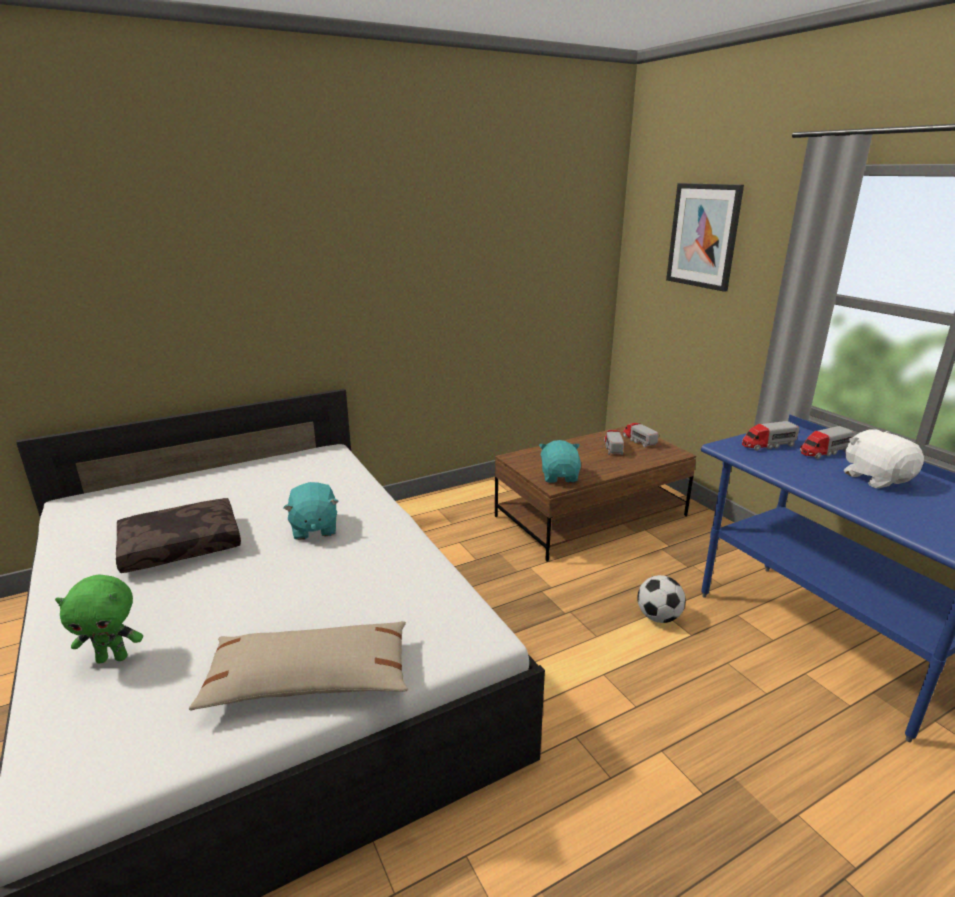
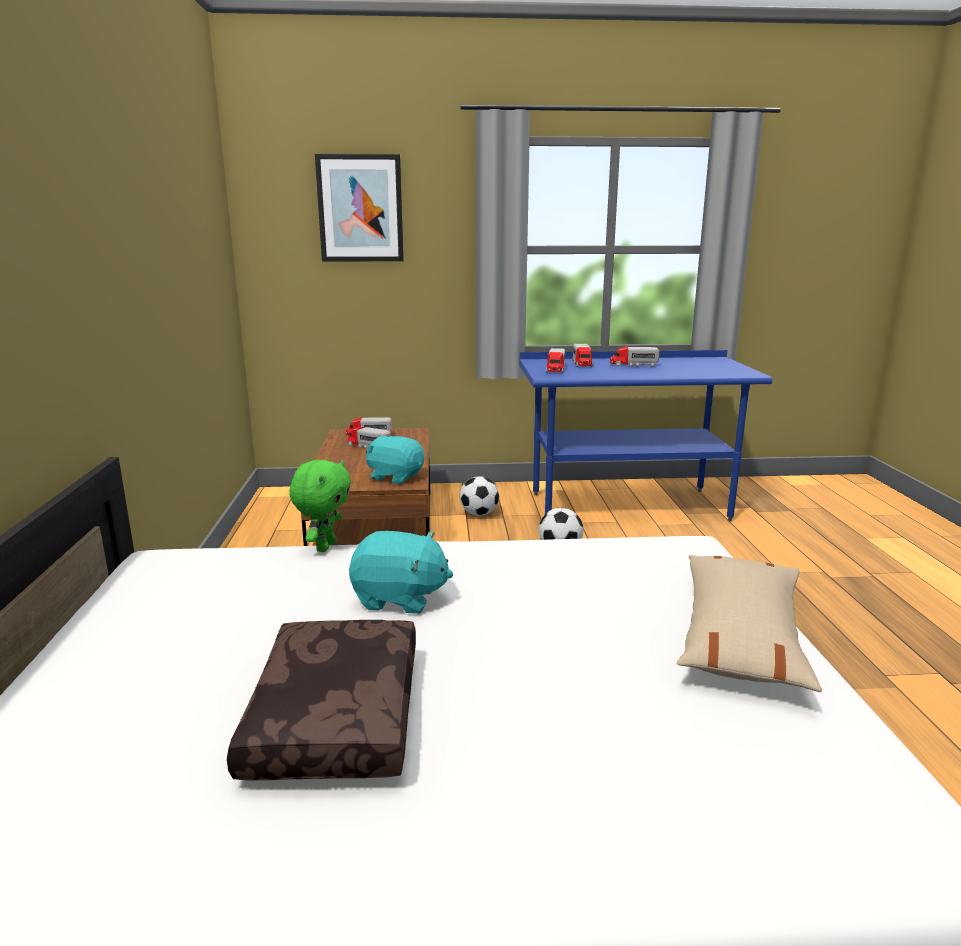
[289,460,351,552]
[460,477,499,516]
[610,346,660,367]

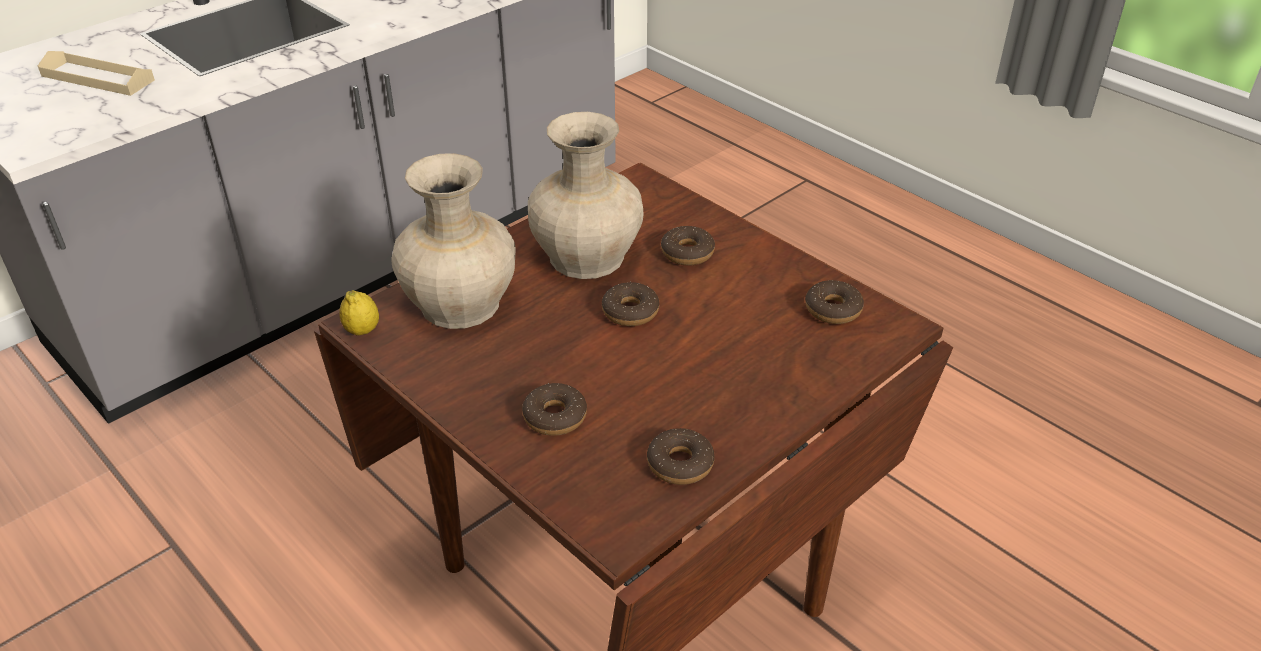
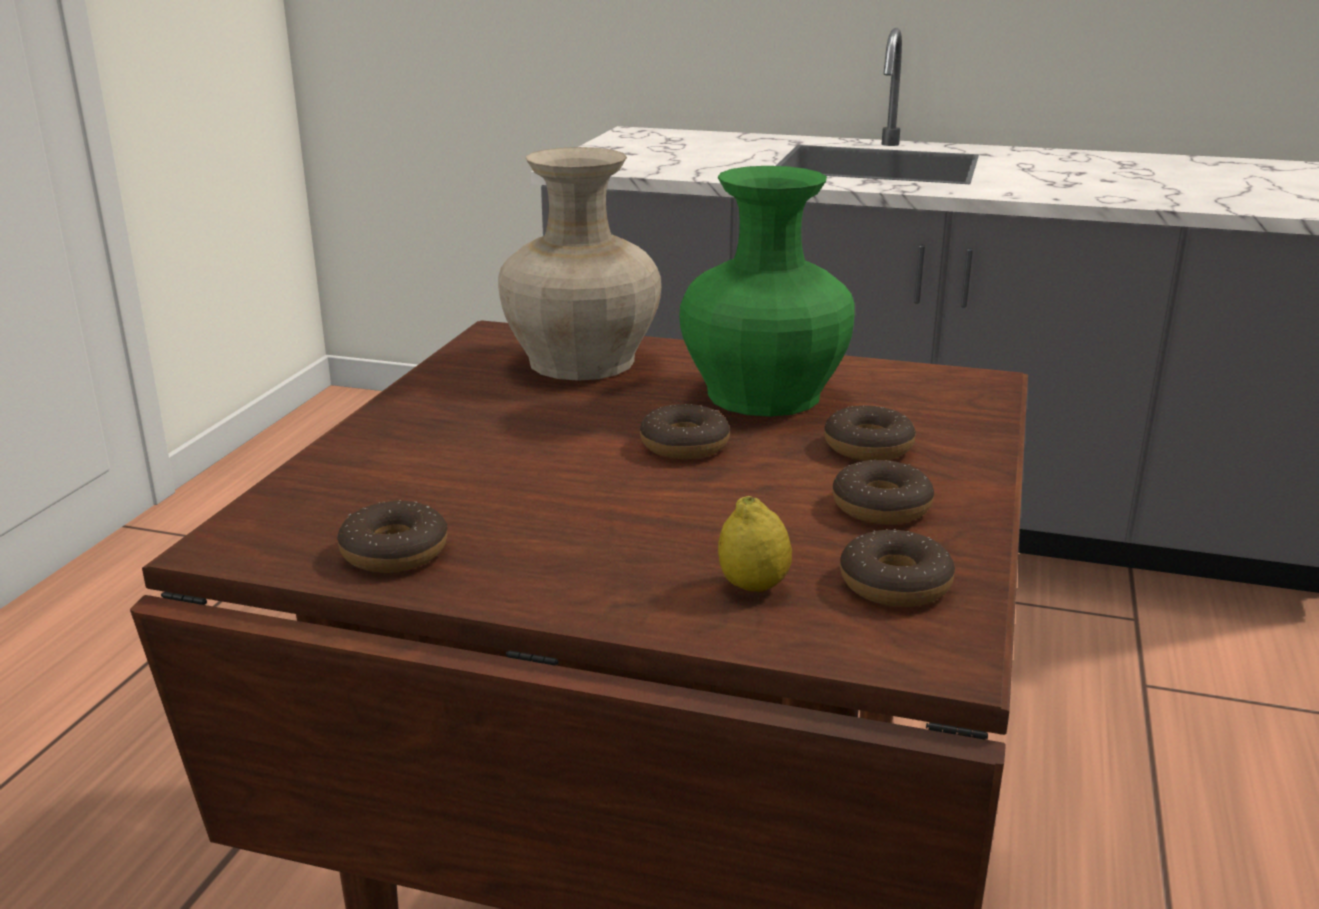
[679,166,855,417]
[718,496,792,592]
[833,460,934,525]
[38,51,155,96] (first image)

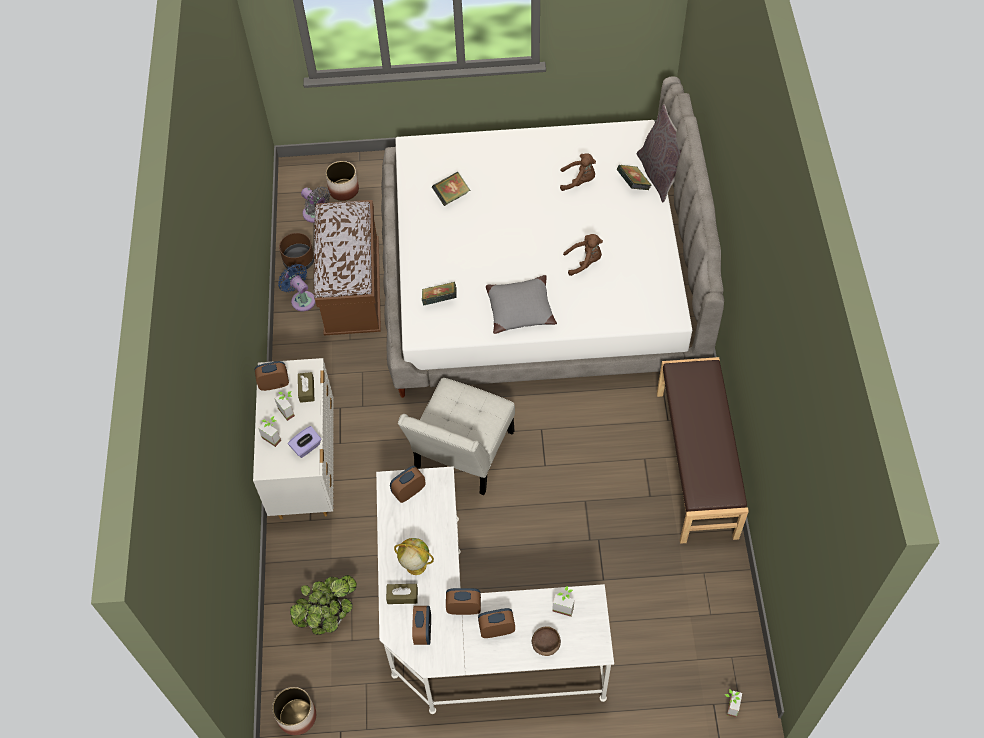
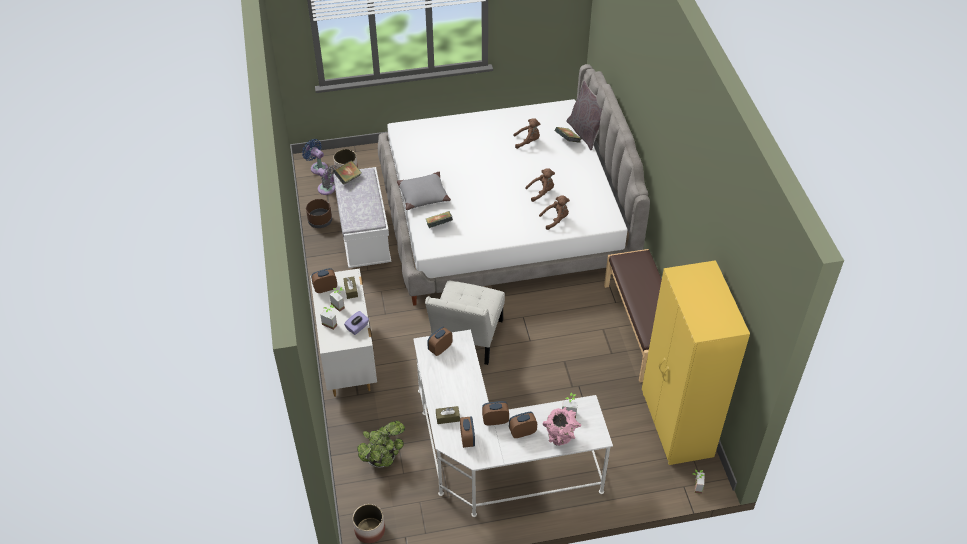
[302,139,328,174]
[333,160,362,185]
[333,167,392,268]
[397,172,451,210]
[539,195,570,230]
[543,407,581,446]
[642,260,750,465]
[394,538,434,575] (first image)

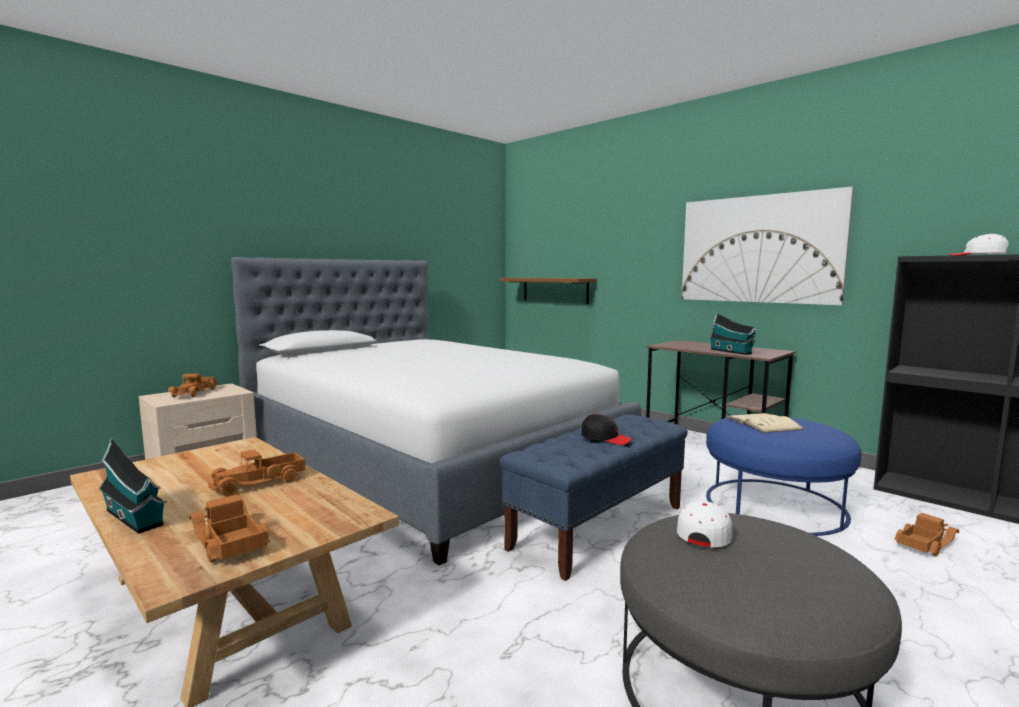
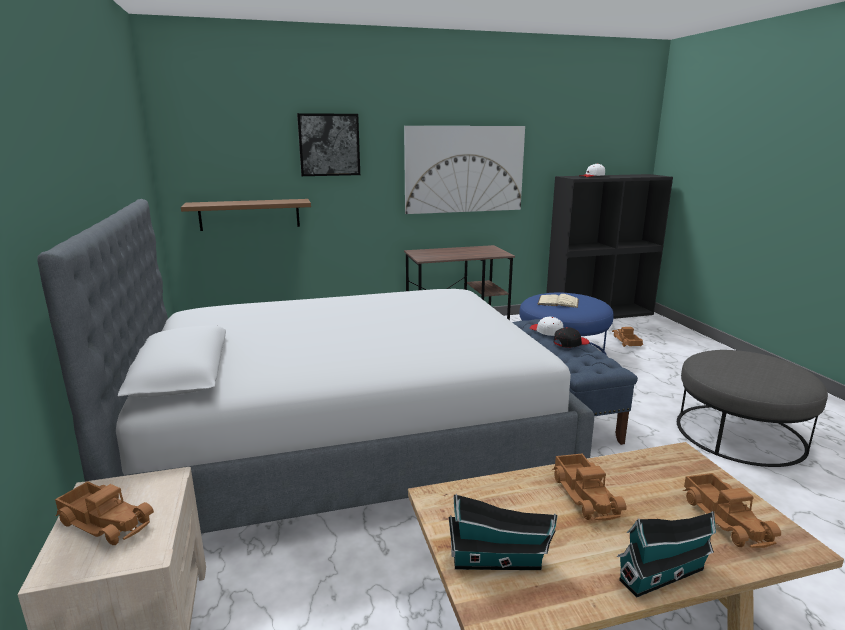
[297,113,360,176]
[449,494,558,570]
[530,317,563,336]
[683,473,781,548]

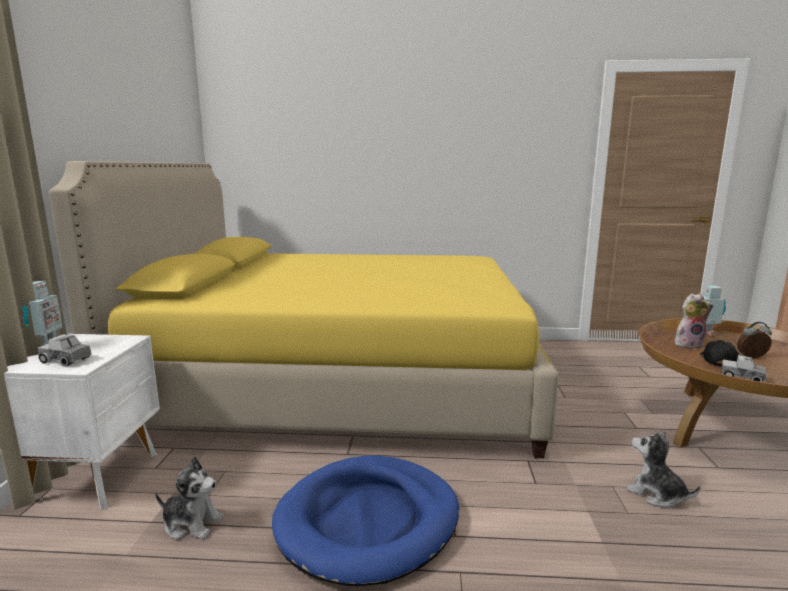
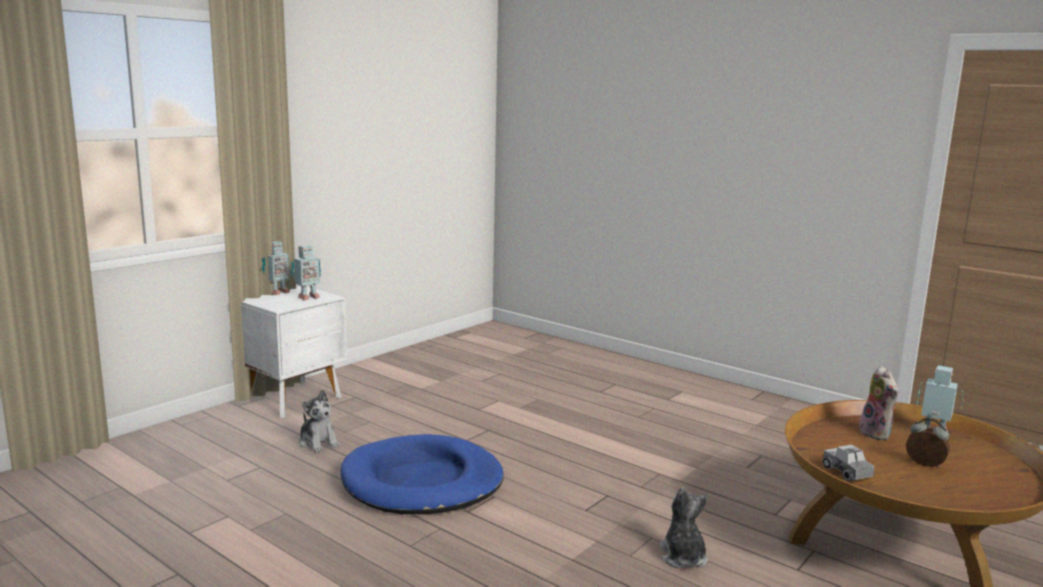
[291,245,321,300]
[859,366,898,440]
[38,334,92,367] (first image)
[49,161,559,458] (first image)
[700,340,739,366] (first image)

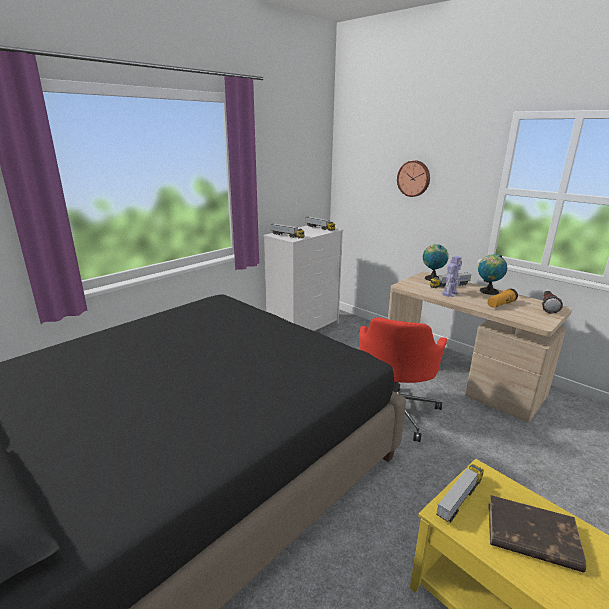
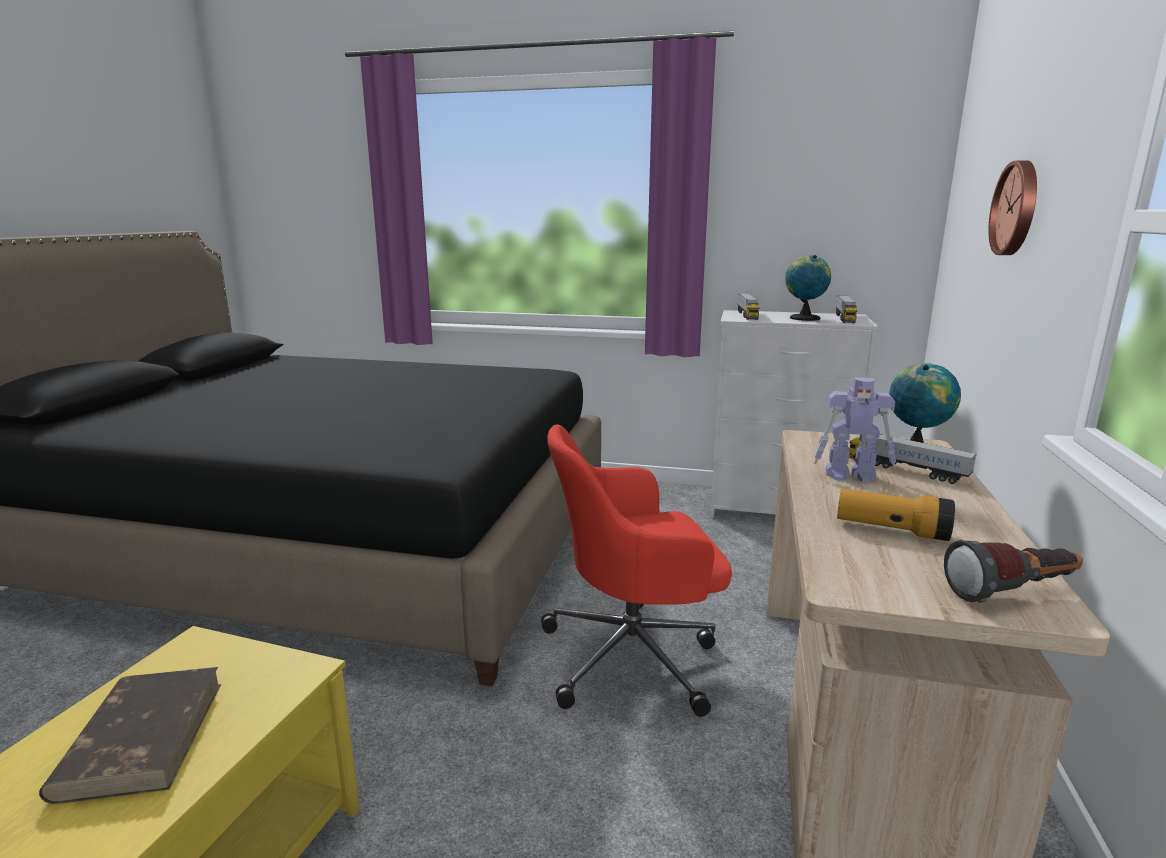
[785,255,831,321]
[436,464,484,522] (first image)

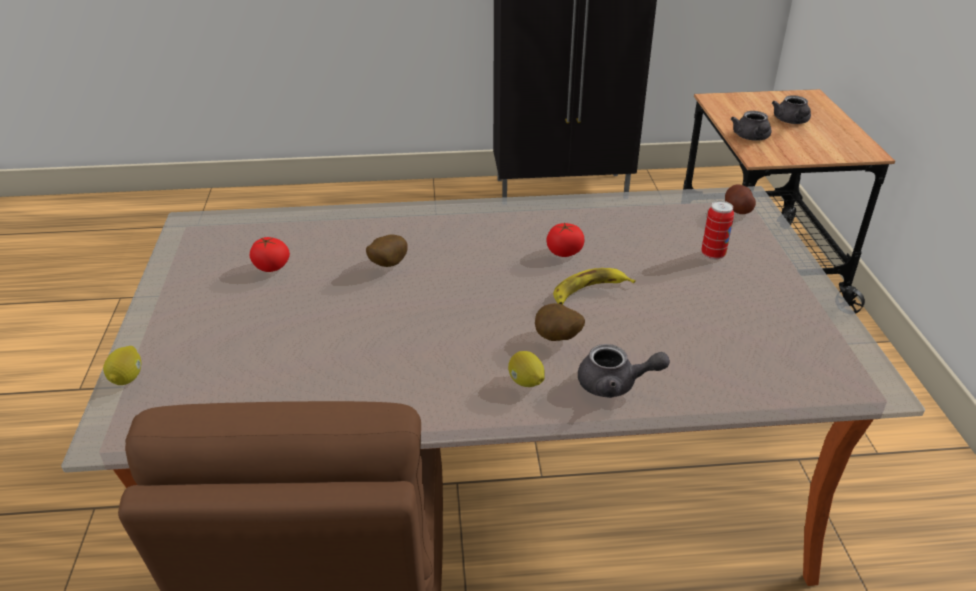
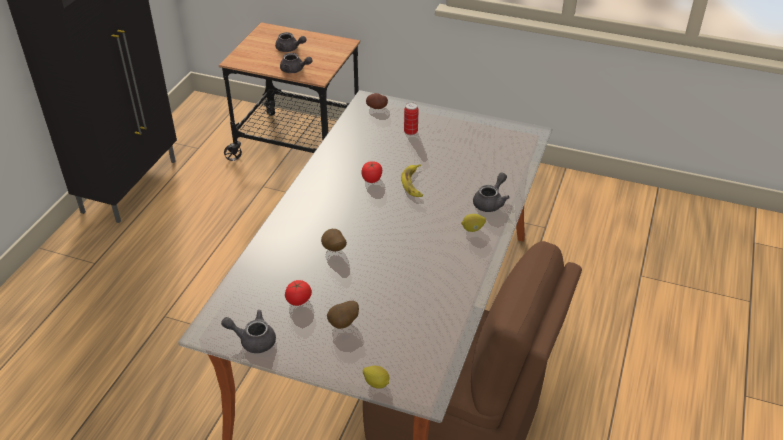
[221,310,276,353]
[327,301,359,329]

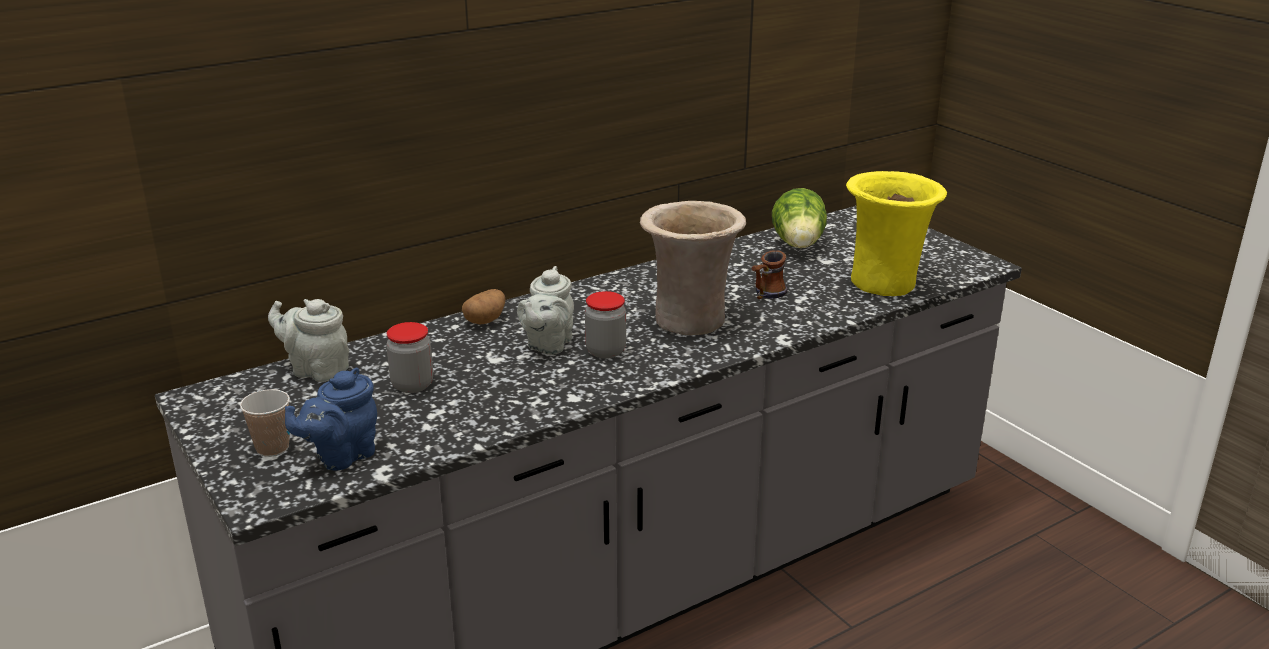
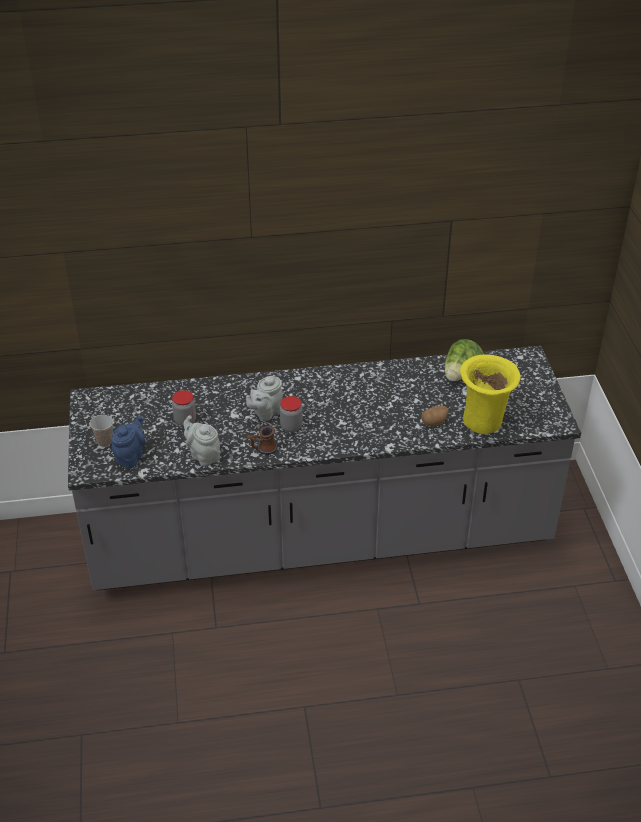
[111,415,145,468]
[183,415,221,466]
[246,426,277,455]
[421,406,449,426]
[640,201,746,335] (first image)

